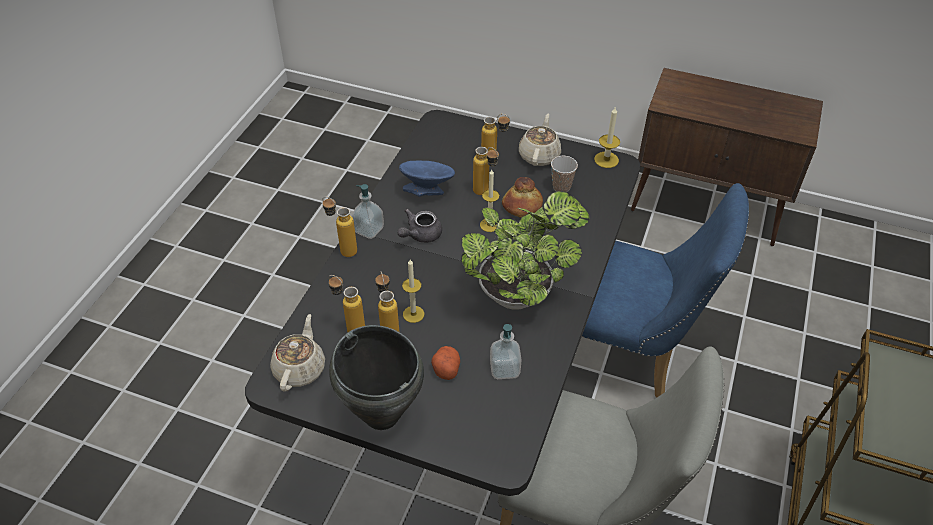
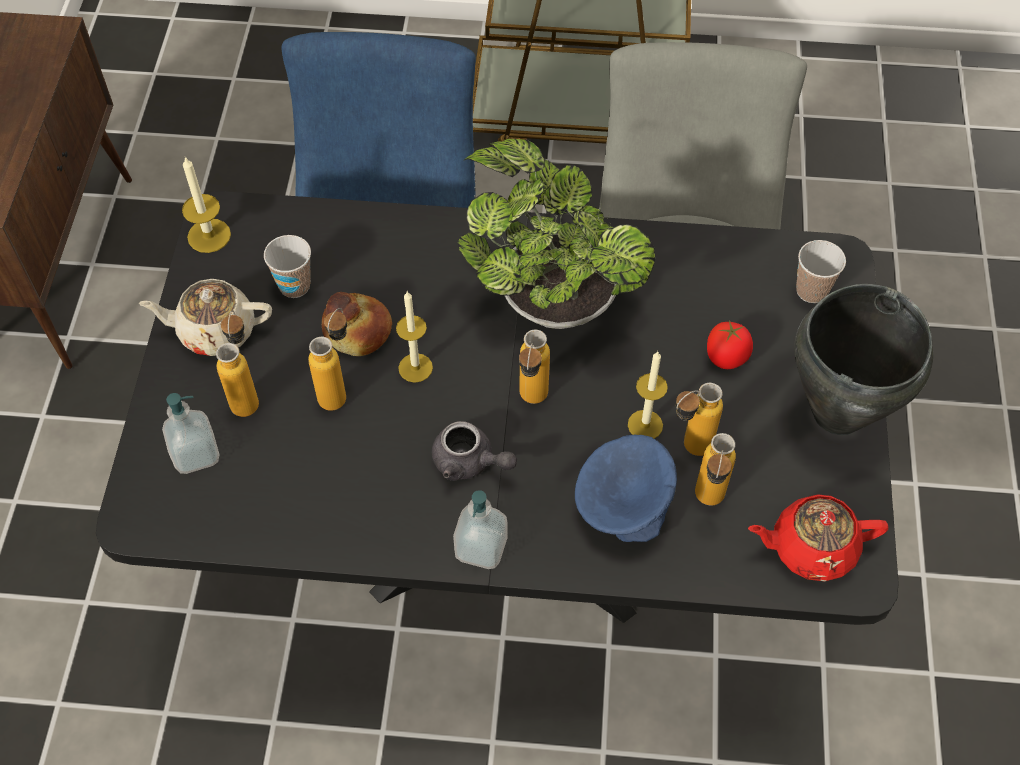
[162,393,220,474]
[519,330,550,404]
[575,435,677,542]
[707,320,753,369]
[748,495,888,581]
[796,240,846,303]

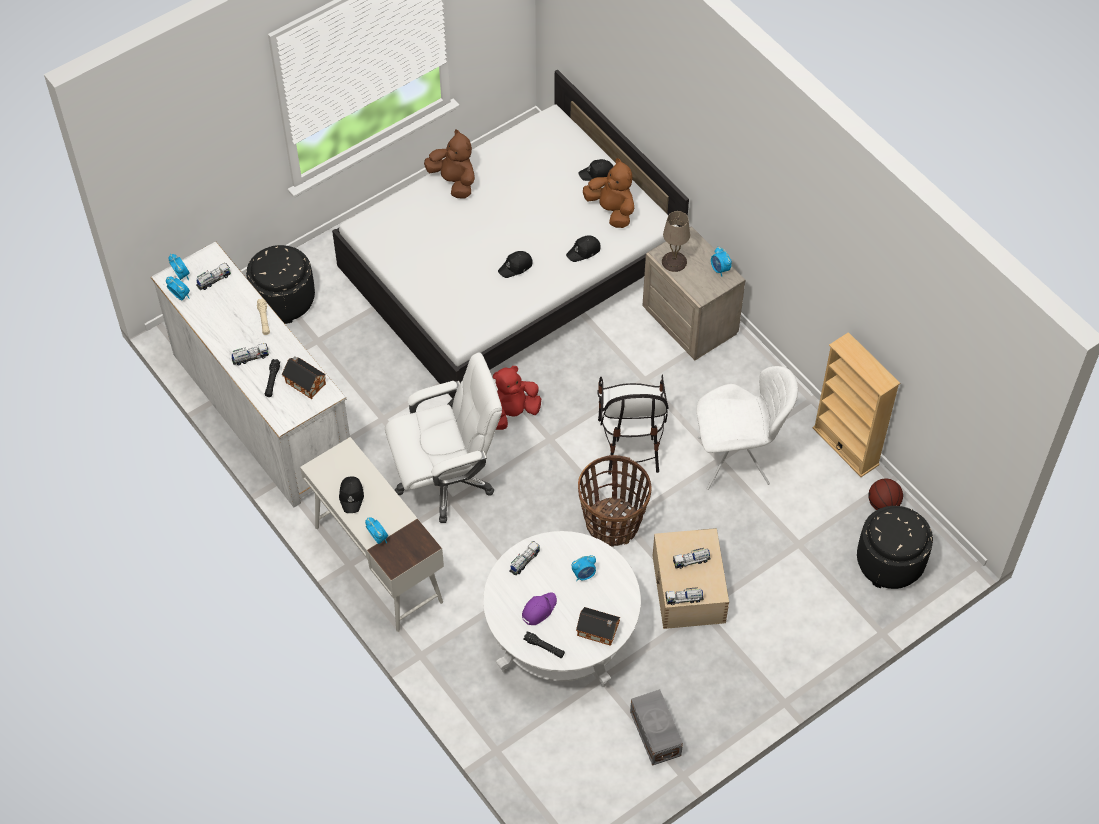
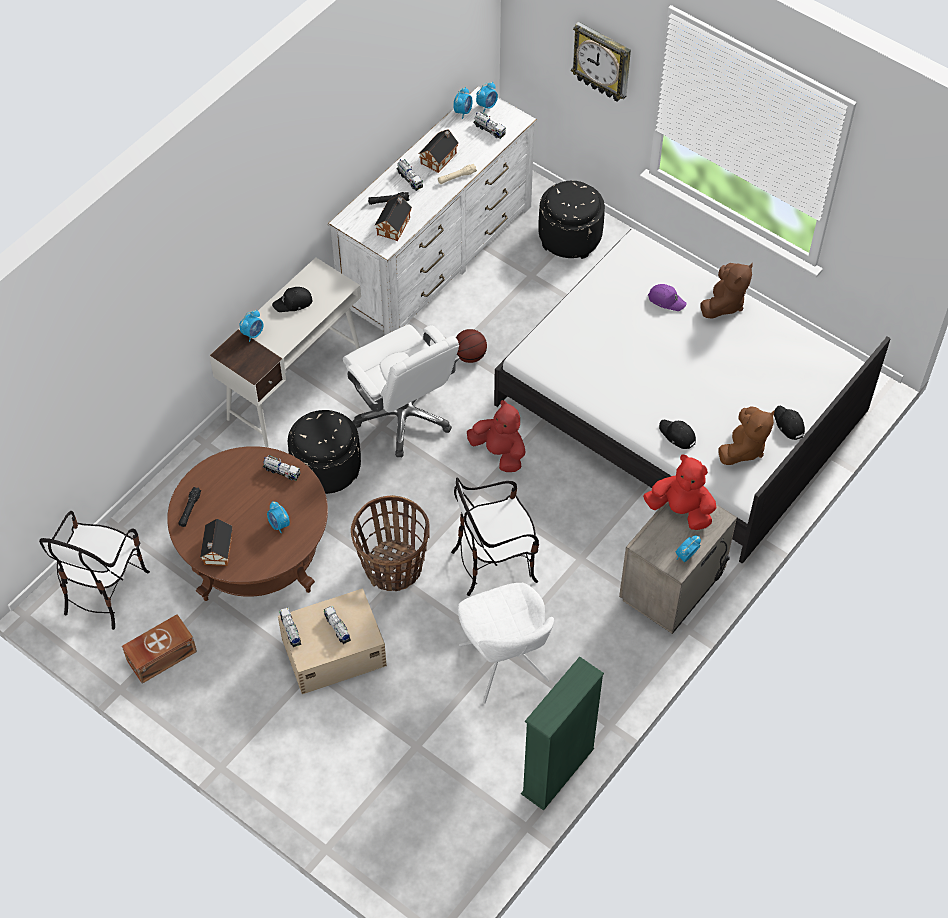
[39,511,150,630]
[122,614,197,684]
[167,446,328,601]
[288,410,361,494]
[419,129,459,173]
[456,329,487,363]
[521,657,604,811]
[571,22,631,102]
[643,454,716,530]
[648,284,687,311]
[498,251,533,278] (first image)

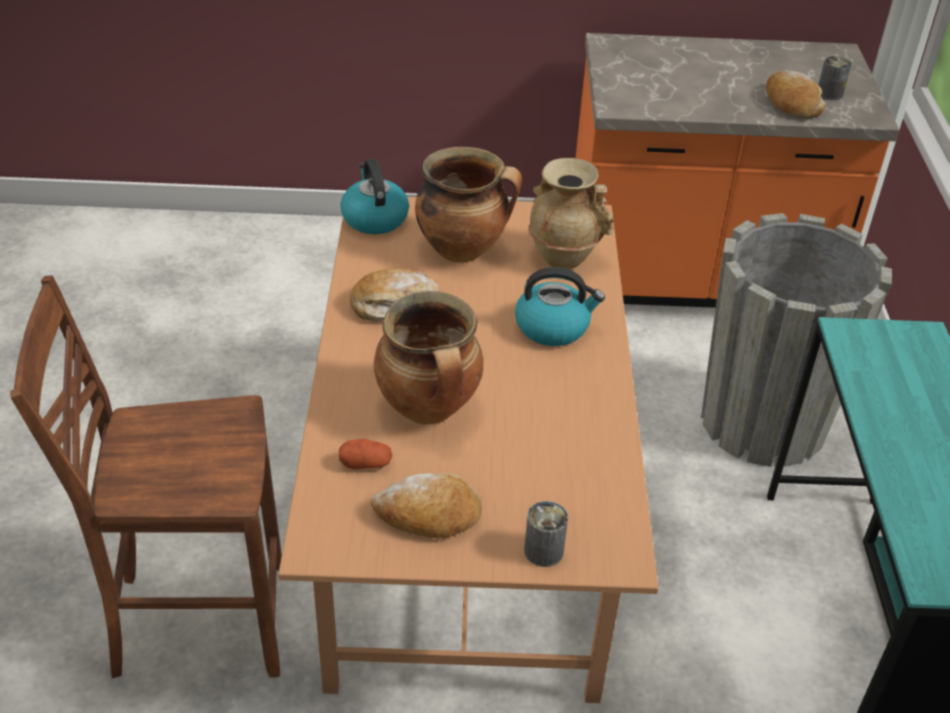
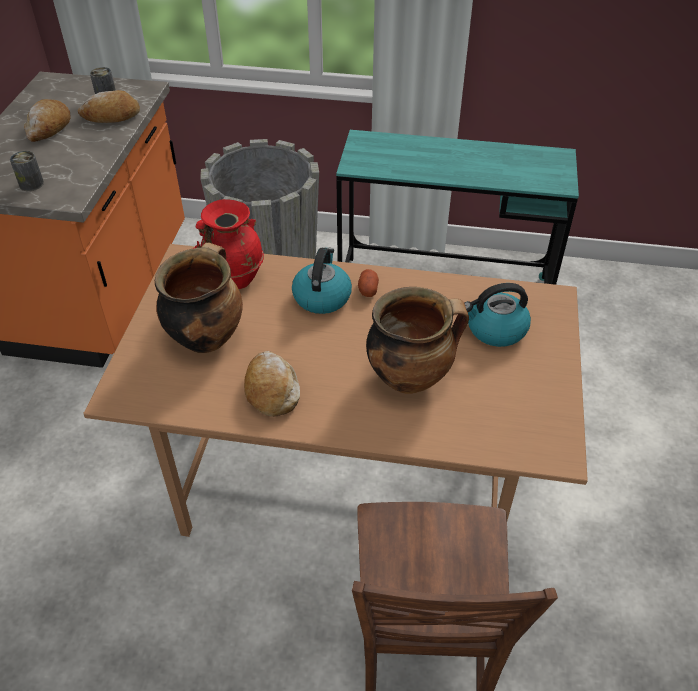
[10,151,44,191]
[24,99,71,142]
[192,199,264,289]
[358,269,379,297]
[464,283,531,347]

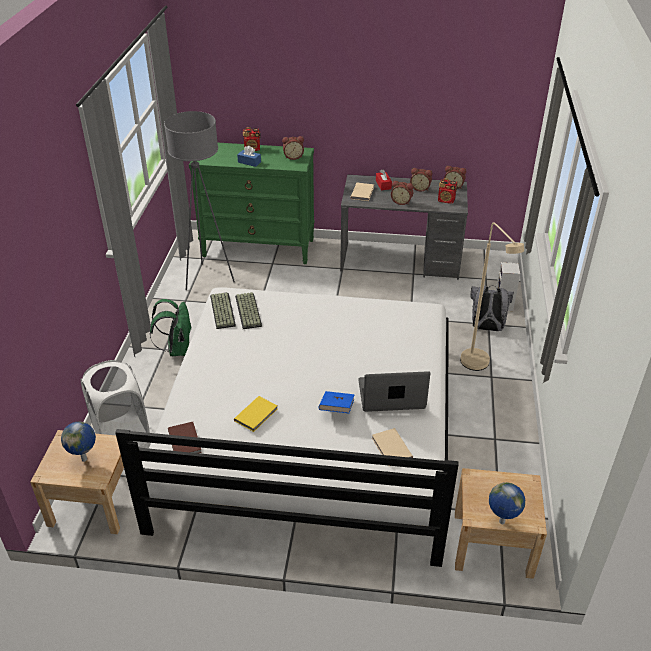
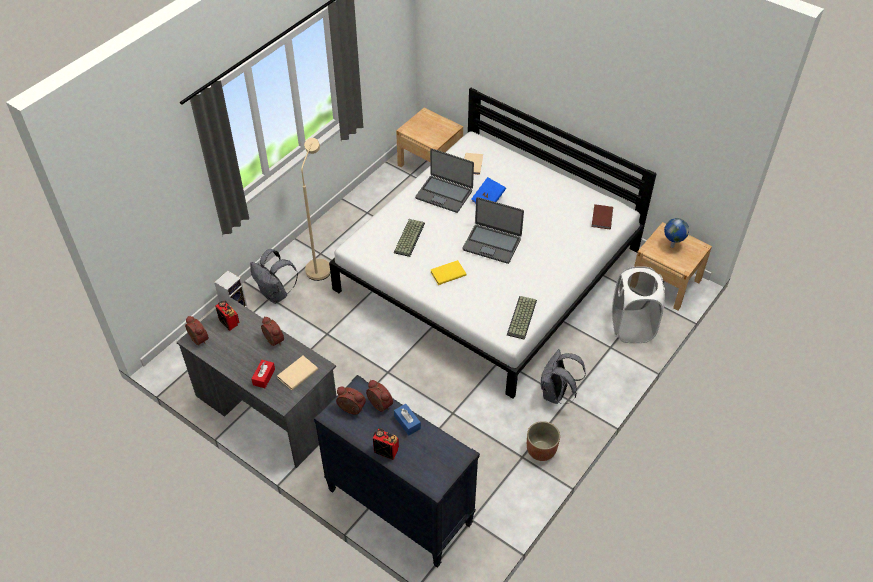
[314,375,480,568]
[366,380,393,412]
[394,219,425,257]
[431,260,467,285]
[462,197,524,264]
[527,421,560,461]
[541,349,586,404]
[164,111,235,290] (first image)
[489,482,525,524] (first image)

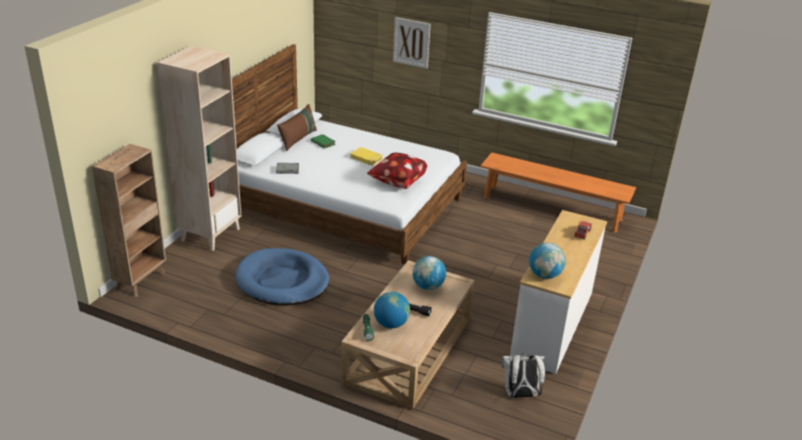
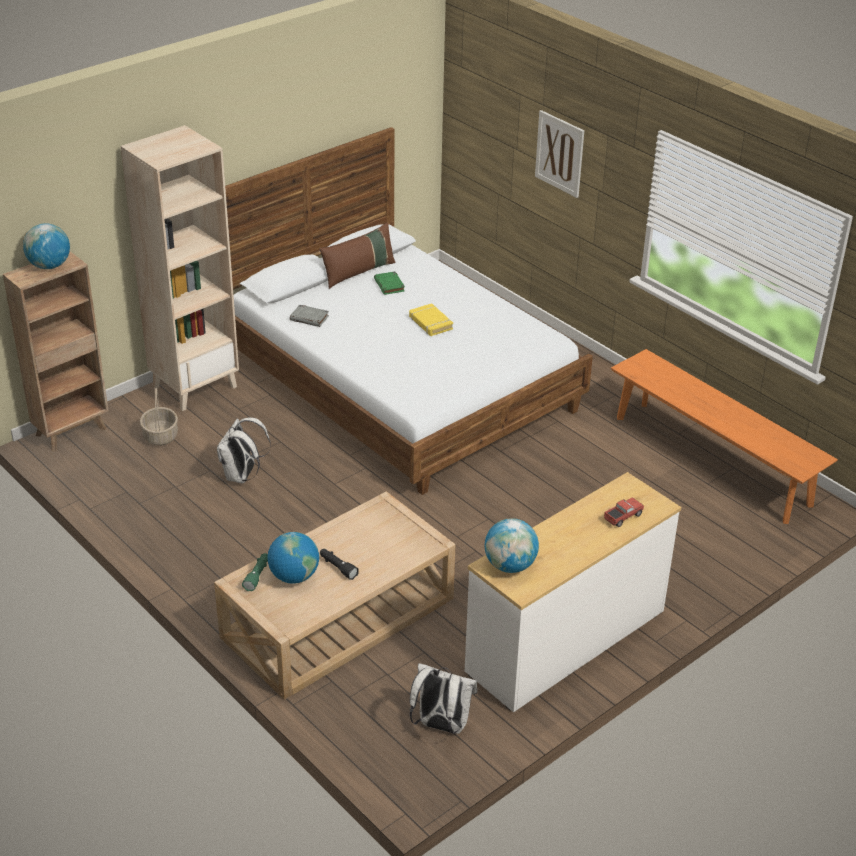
[23,223,70,269]
[140,388,178,446]
[217,417,271,483]
[367,153,427,189] (first image)

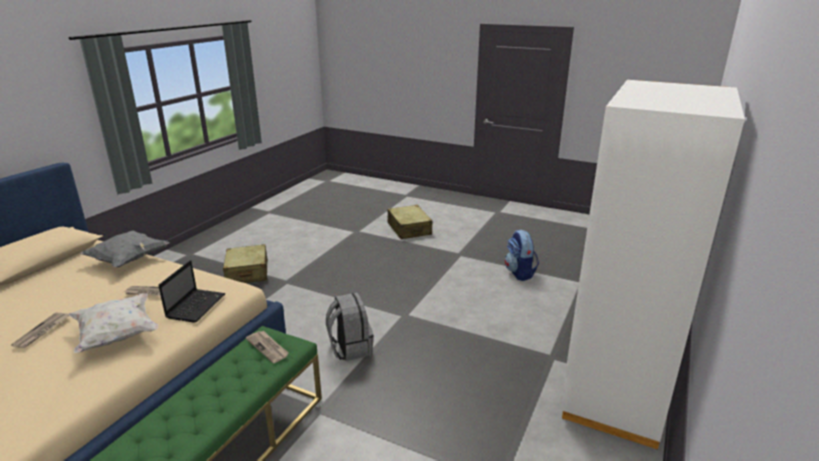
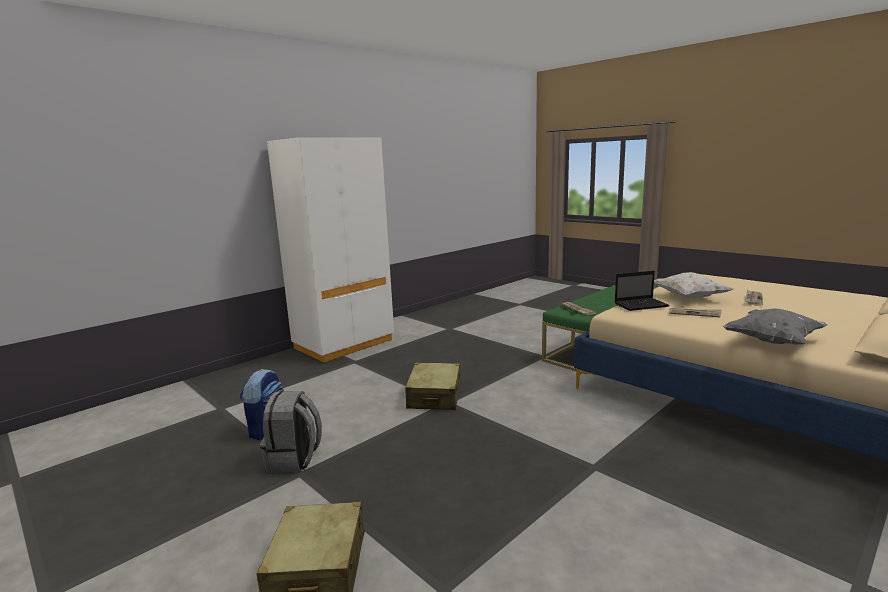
[260,391,322,473]
[405,363,461,410]
[615,271,670,311]

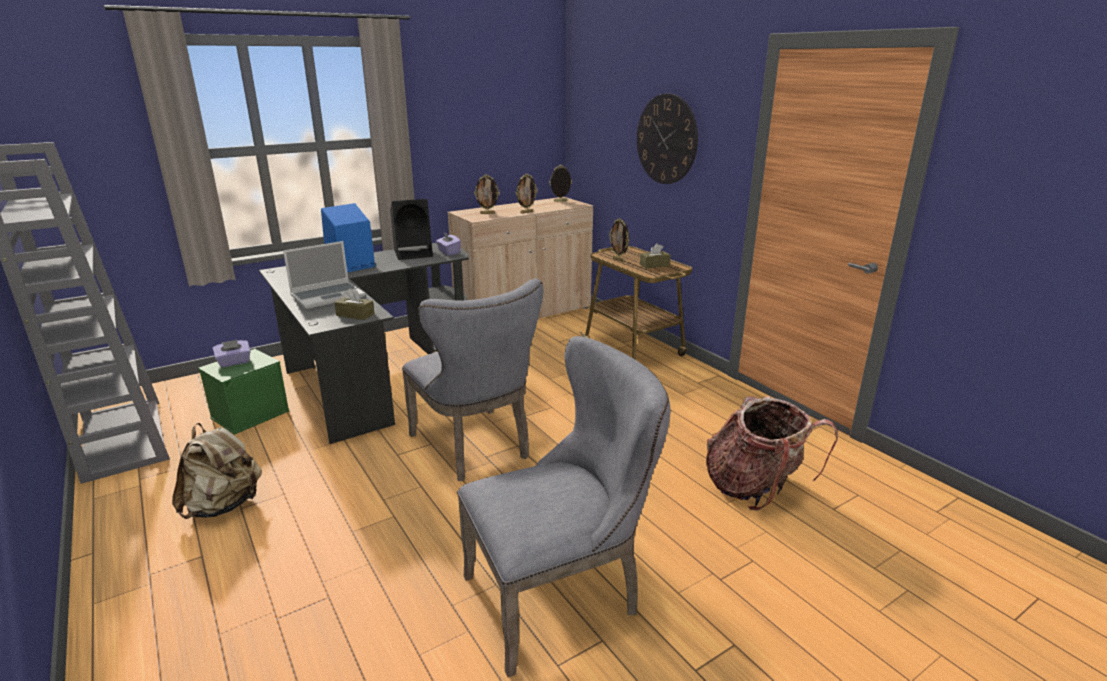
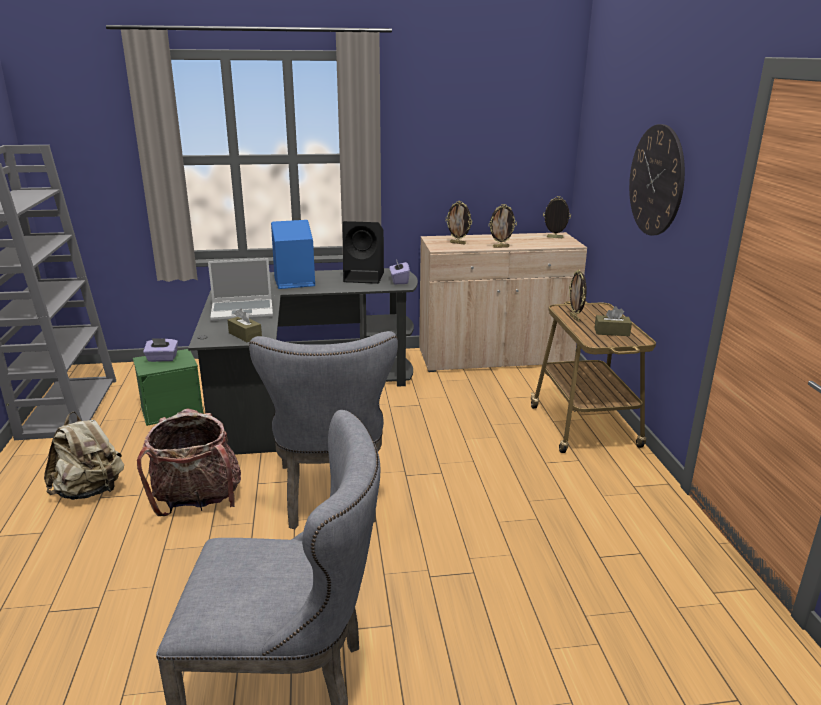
[137,409,241,516]

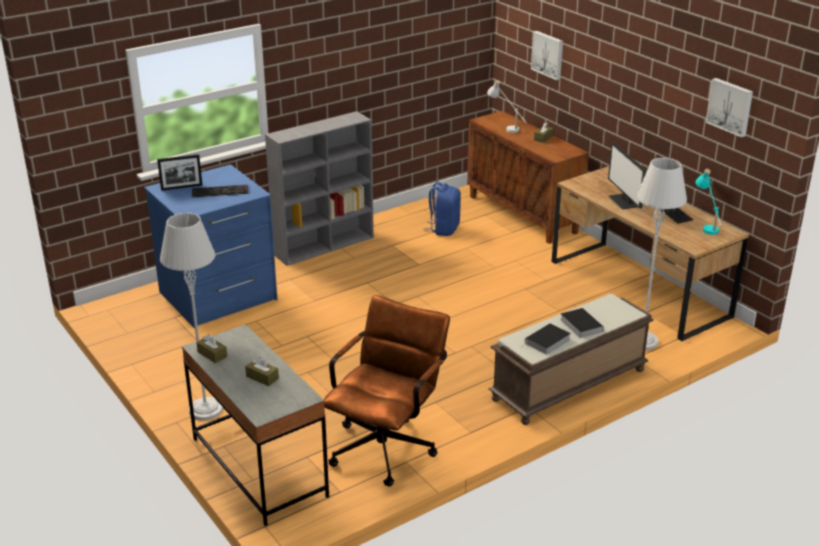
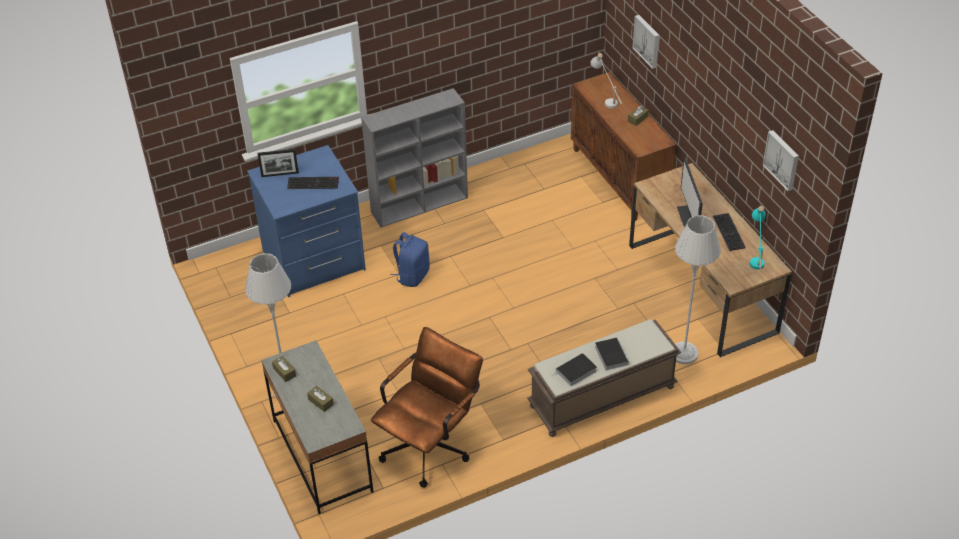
[391,232,430,287]

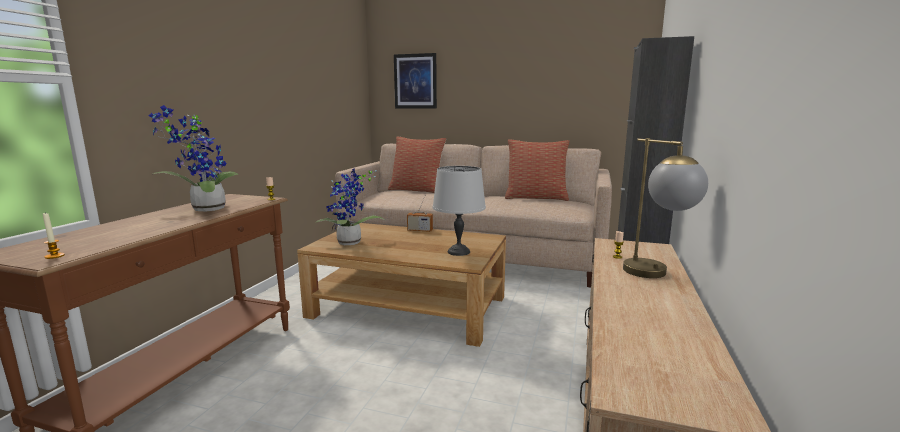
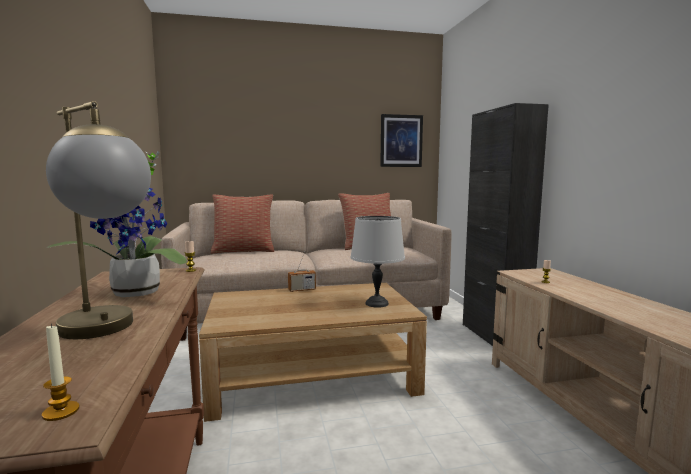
[46,101,151,339]
[380,114,423,167]
[315,168,385,245] (first image)

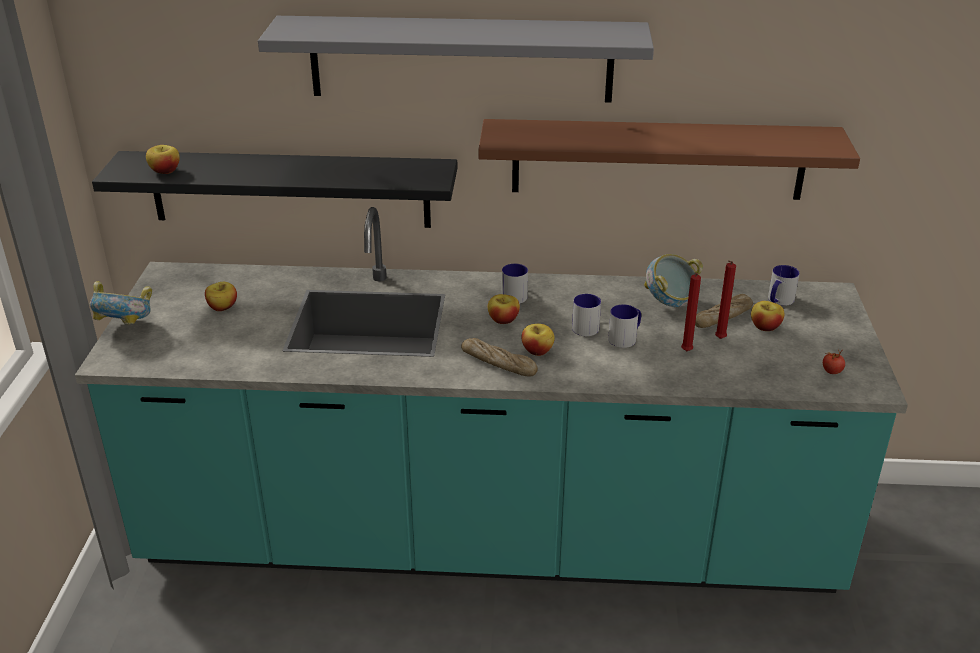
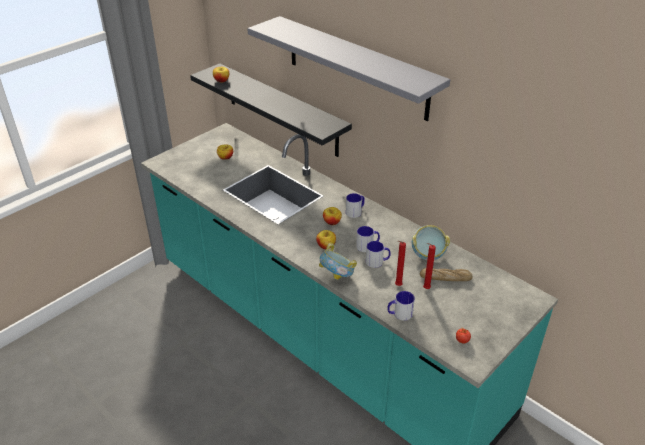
[319,243,357,280]
[387,291,415,321]
[461,338,538,377] (first image)
[478,119,860,200] (first image)
[751,301,785,331] (first image)

